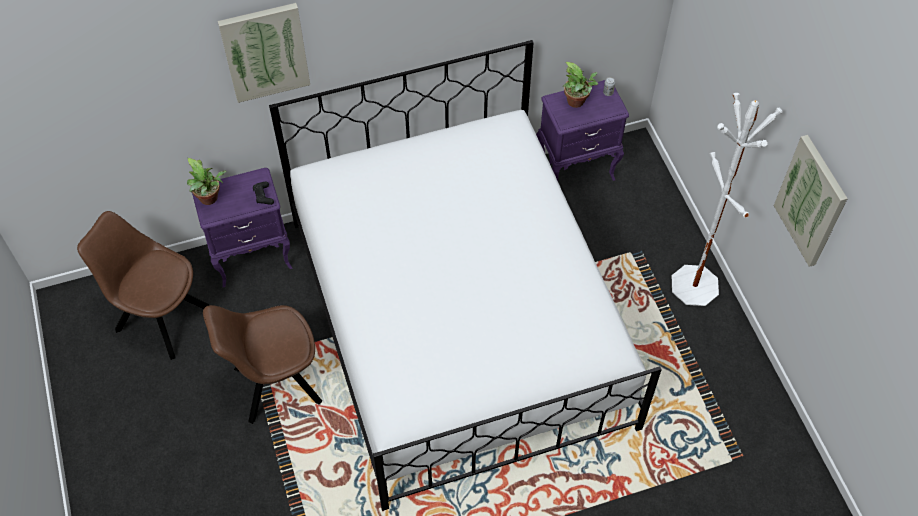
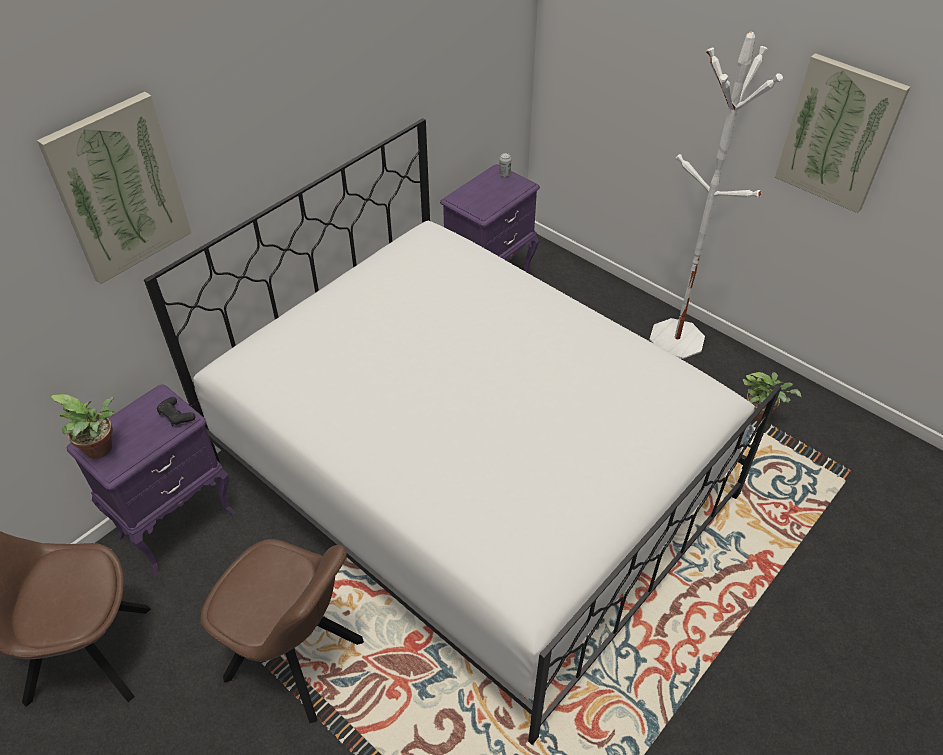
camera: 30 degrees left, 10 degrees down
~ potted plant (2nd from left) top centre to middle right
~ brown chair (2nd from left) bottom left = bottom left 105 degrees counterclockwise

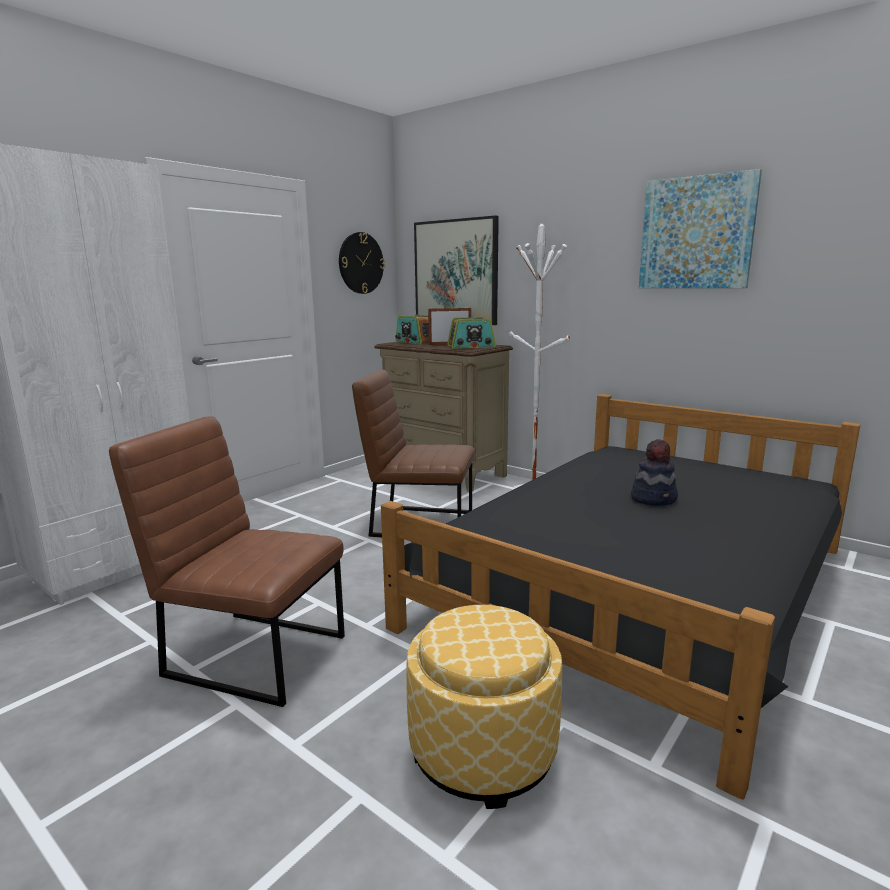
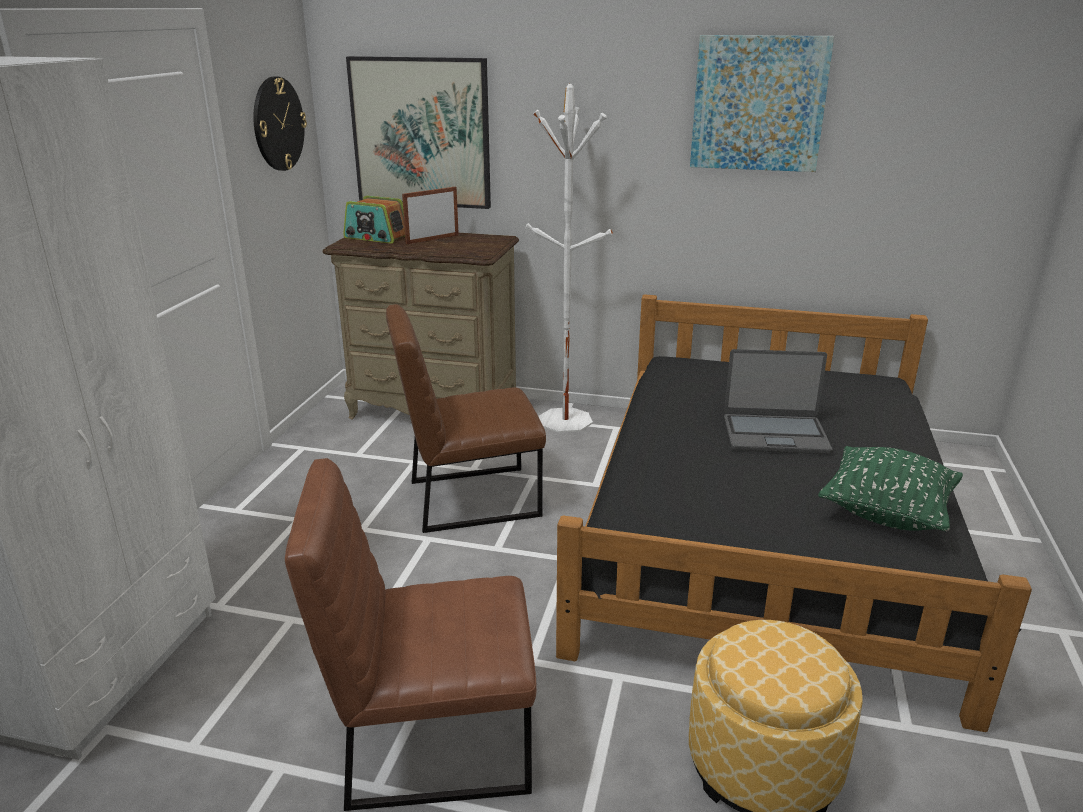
camera: 25 degrees left, 10 degrees up
- radio (2nd from left) centre
~ hat middle right to laptop middle right
+ green pillow middle right

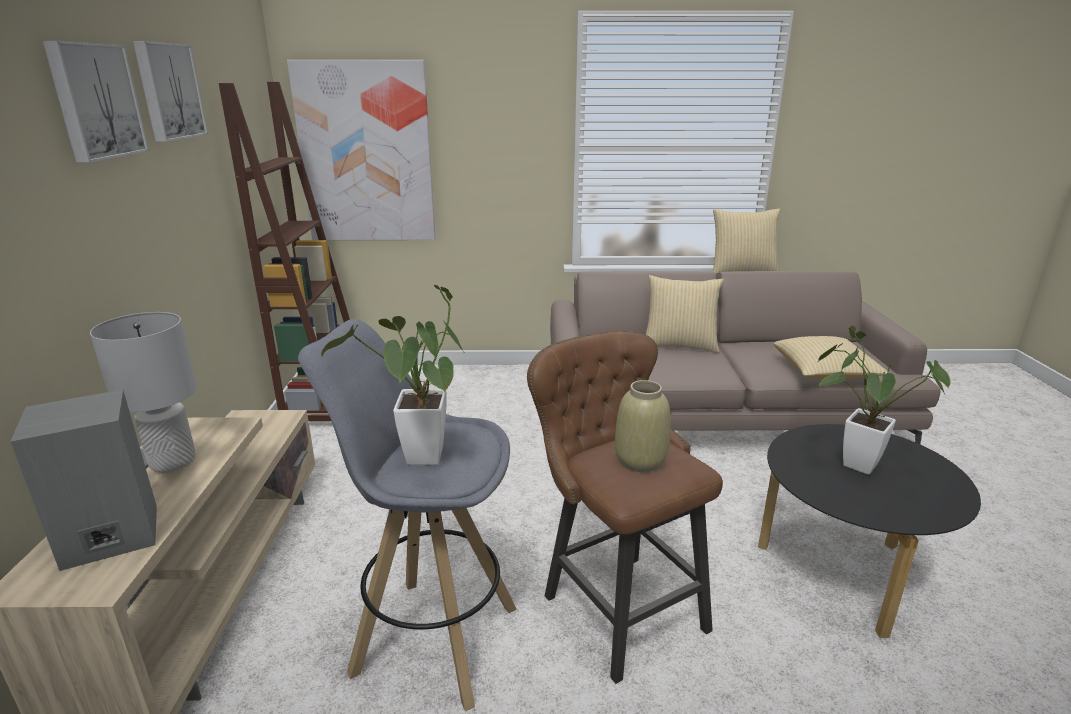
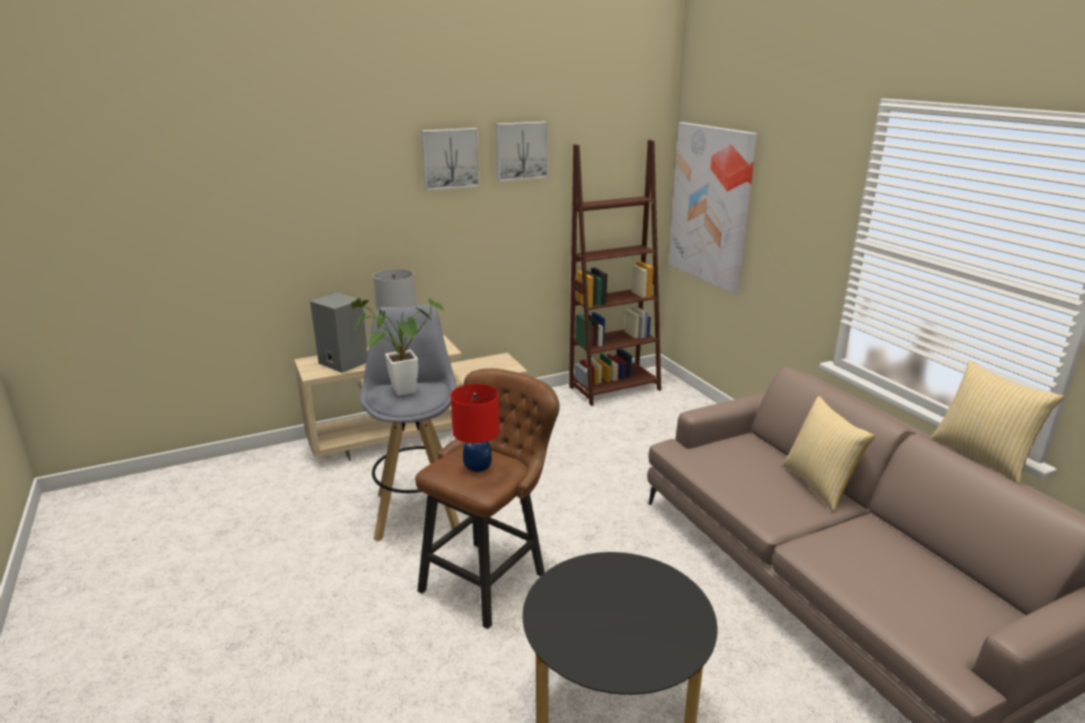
camera: 65 degrees right, 0 degrees up
- potted plant (2nd from left) middle right
- pillow (3rd from left) middle right
~ beige vase centre to red table lamp centre

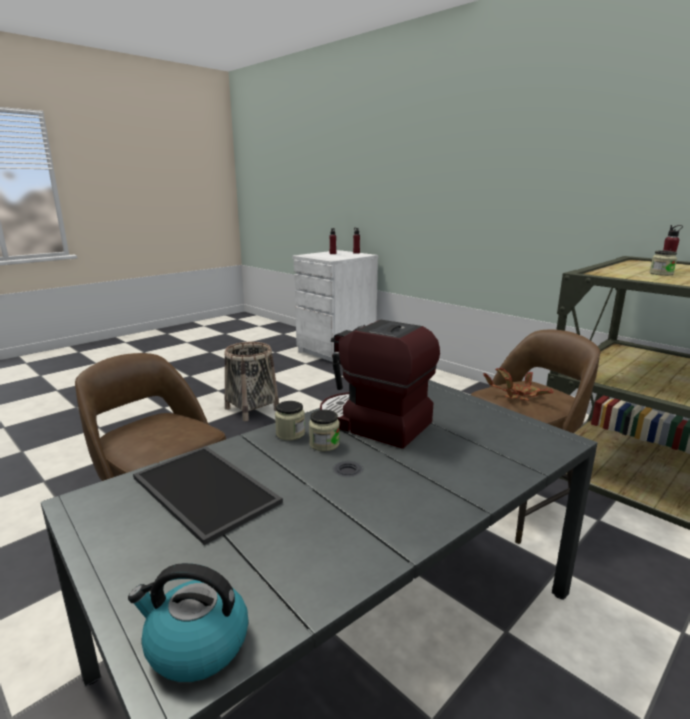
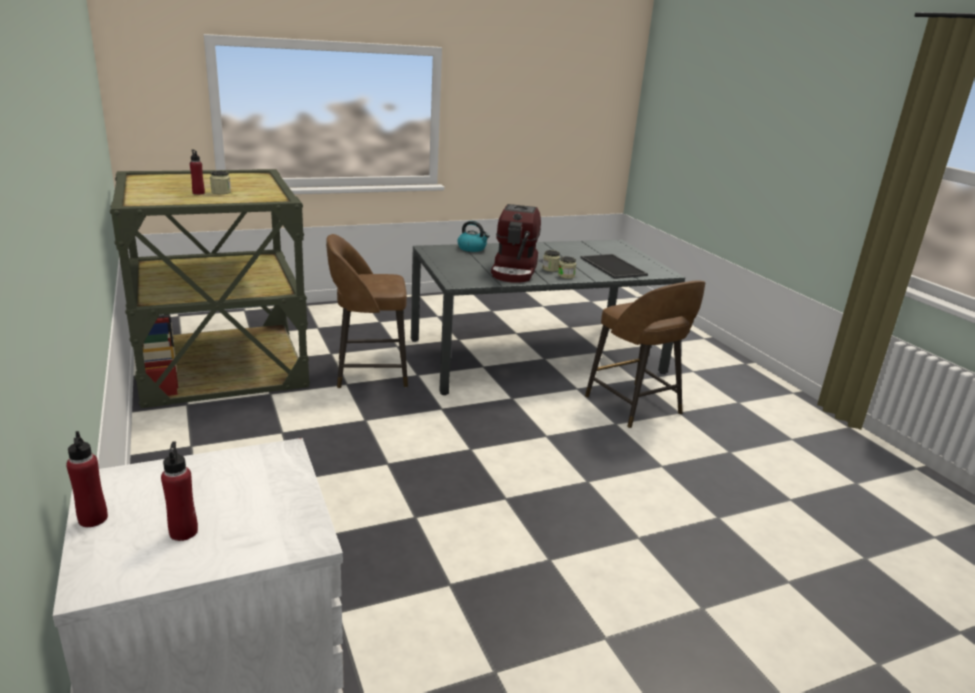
camera: 160 degrees left, 5 degrees up
~ coffee machine centre = centre 45 degrees clockwise
- basket centre
- potted plant middle right
~ kettle bottom left to centre

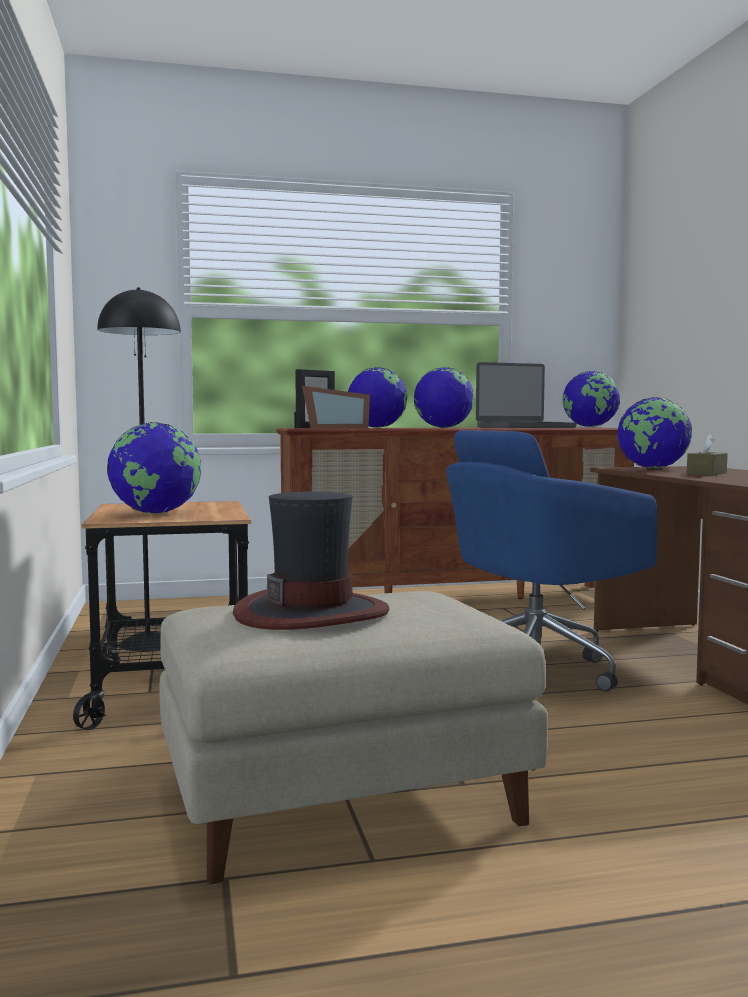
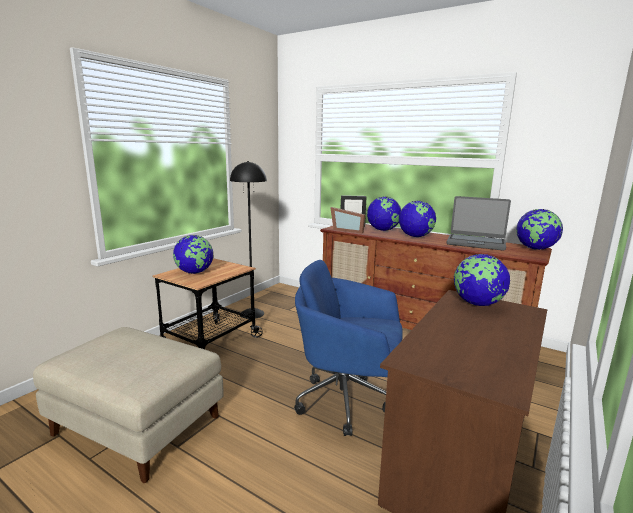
camera: 45 degrees right, 10 degrees up
- brown tissue box middle right
- hat centre

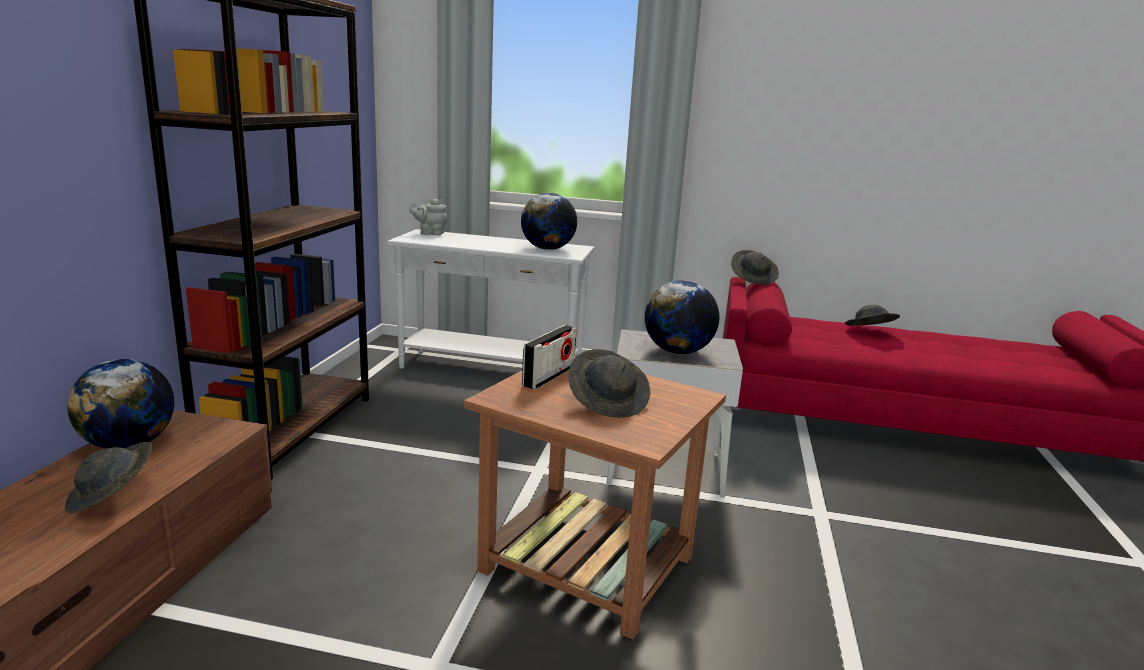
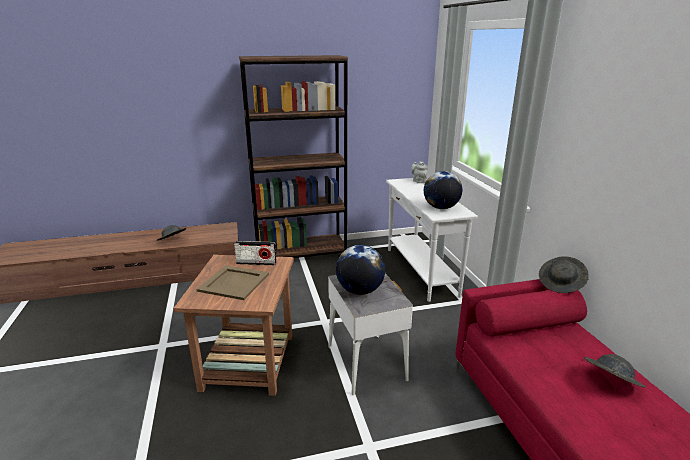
camera: 65 degrees right, 5 degrees up
~ grey hat (2nd from left) centre to beige tray centre
- globe (1st from left) middle left

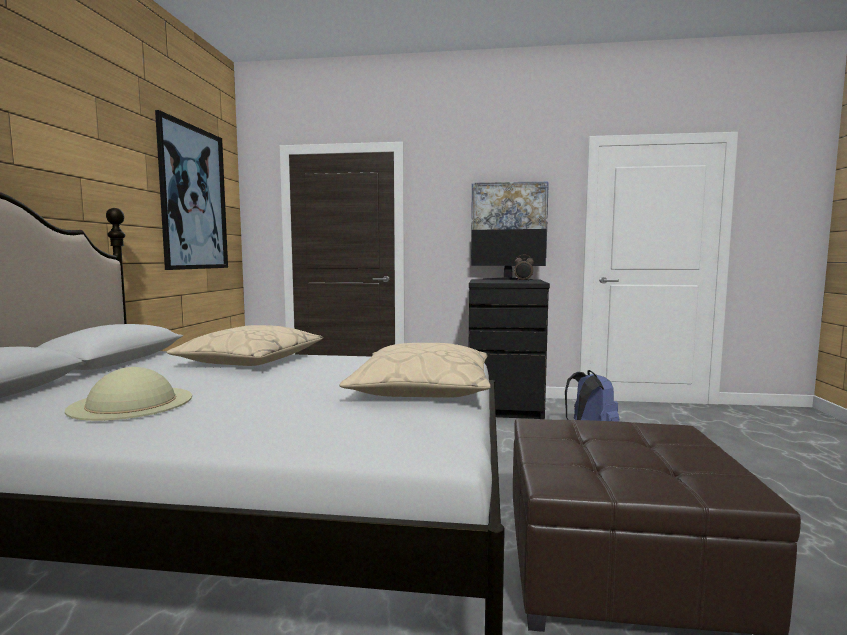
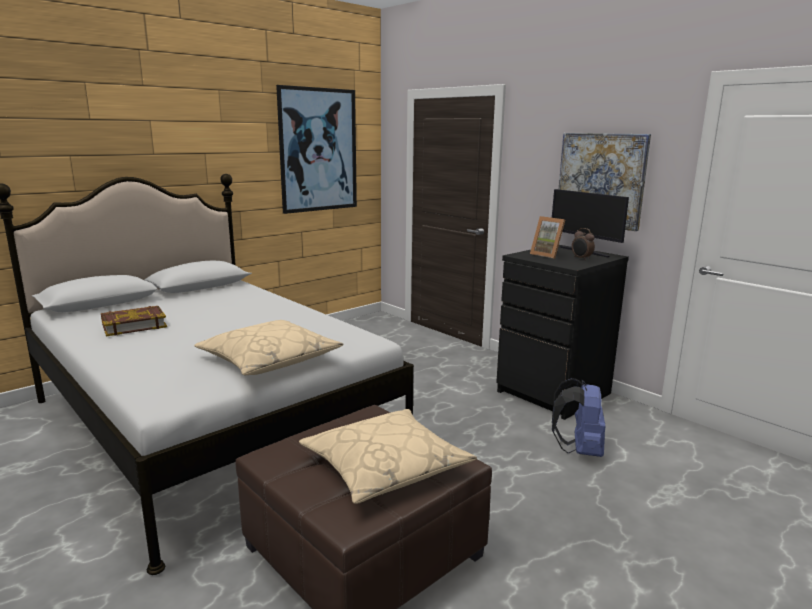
camera: 40 degrees right, 10 degrees up
~ beige pillow (1st from left in the first image) middle left to beige pillow (2nd from left) bottom centre
~ beige hat middle left to book middle left
+ picture frame middle right

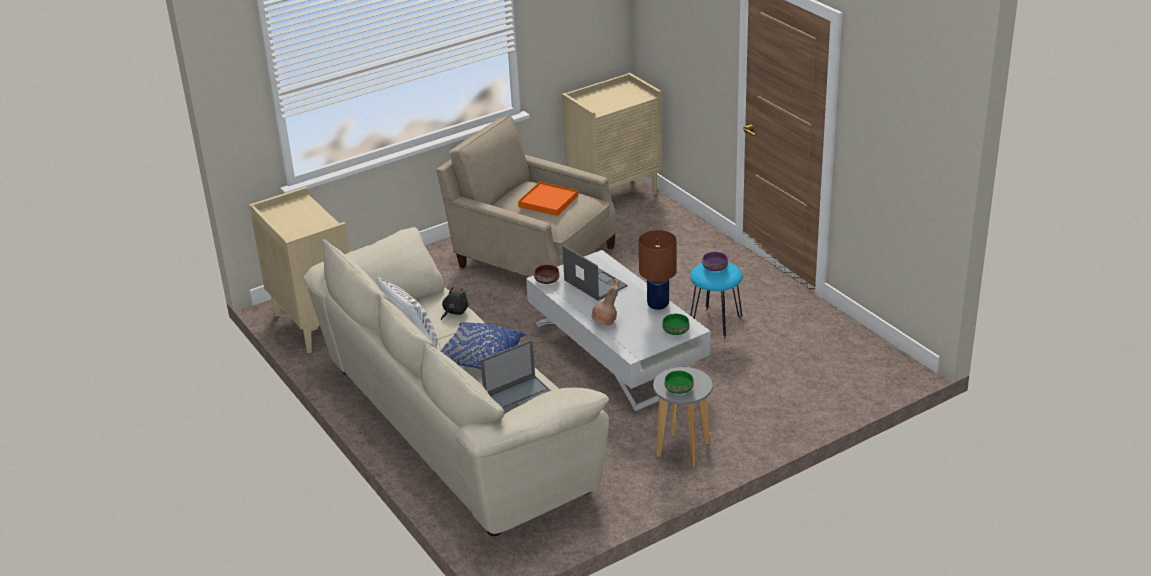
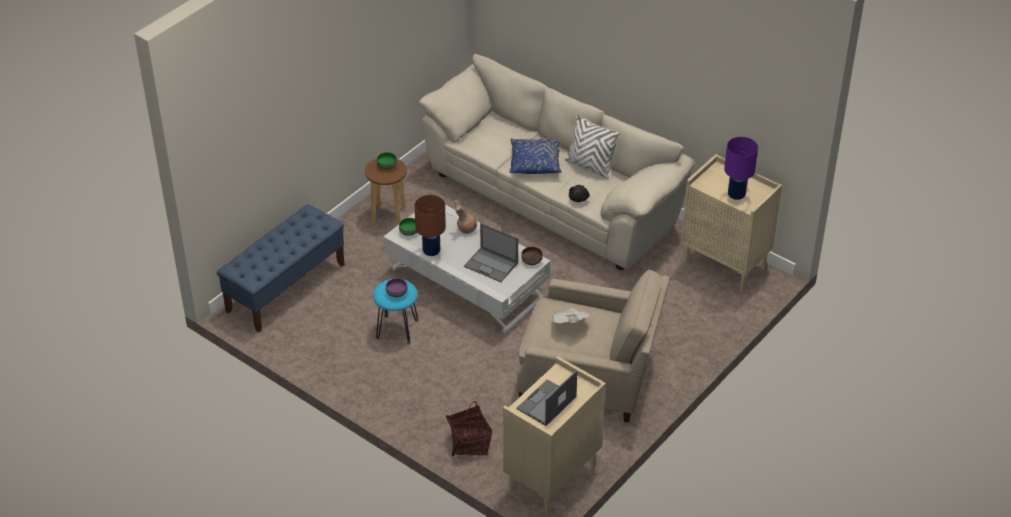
camera: 160 degrees right, 10 degrees up
~ orange tray centre to newspaper centre
~ laptop (1st from left in the first image) centre to laptop (2nd from left) bottom centre
~ grey stool bottom centre to brown stool centre
+ purple table lamp top right
+ blue bench middle left
+ basket bottom centre

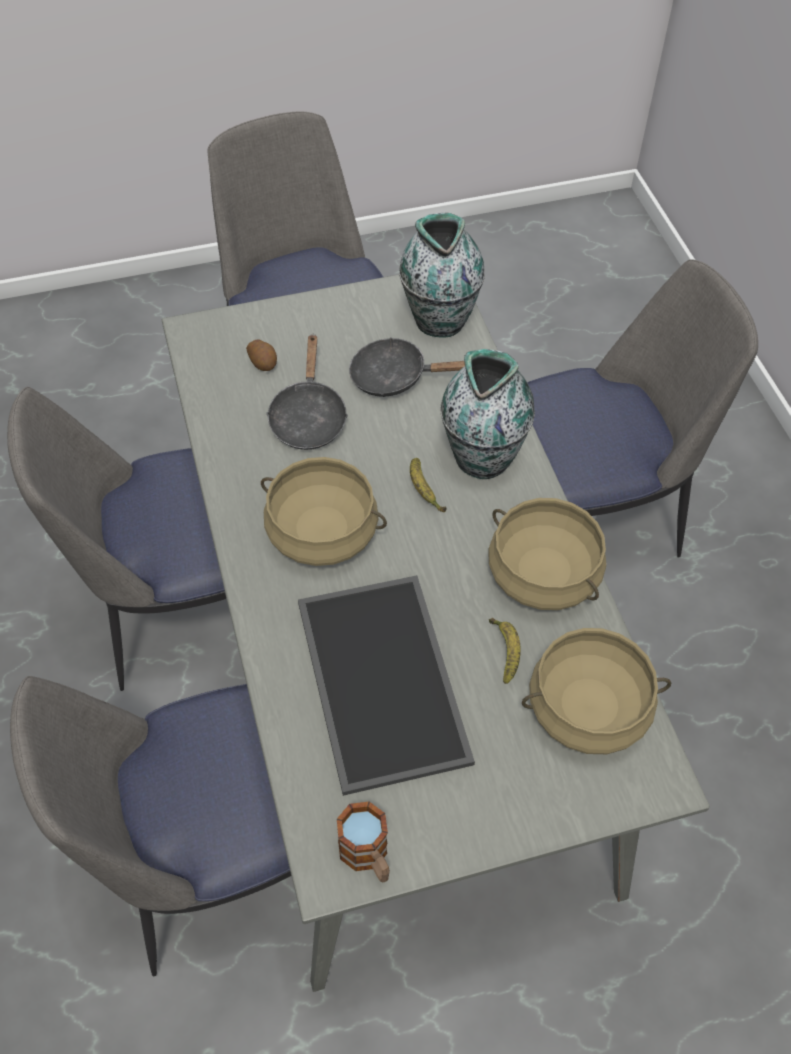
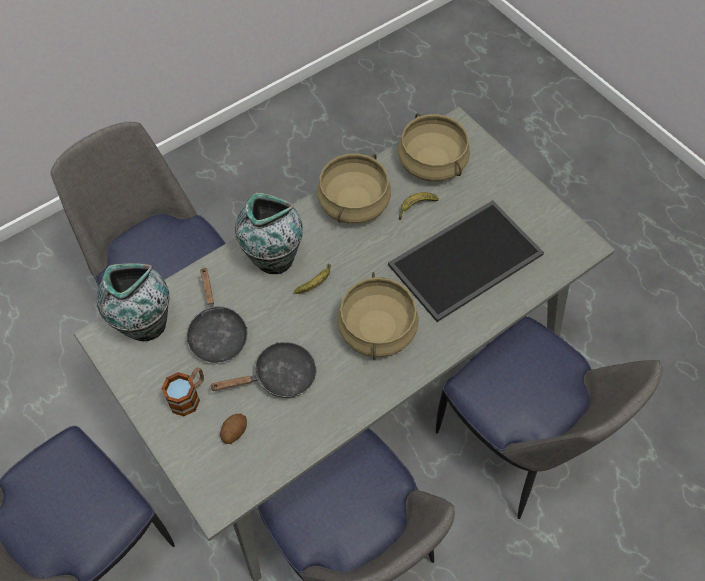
camera: 110 degrees left, 5 degrees up
~ mug bottom centre to bottom left

